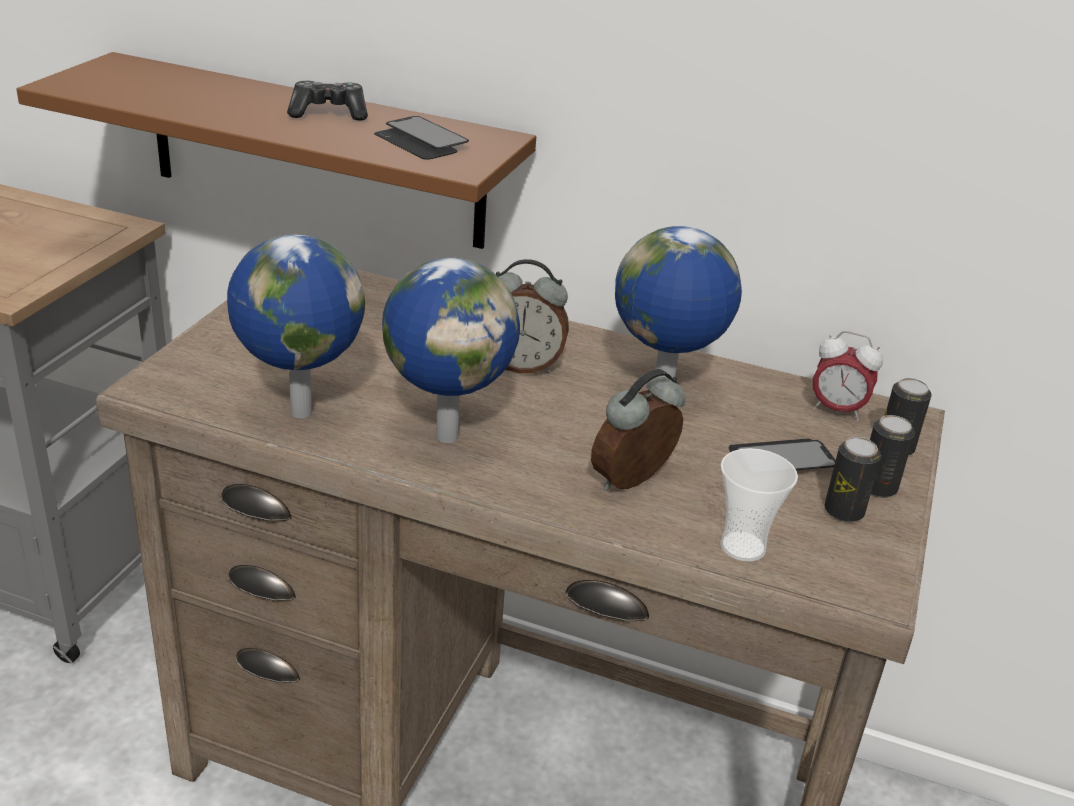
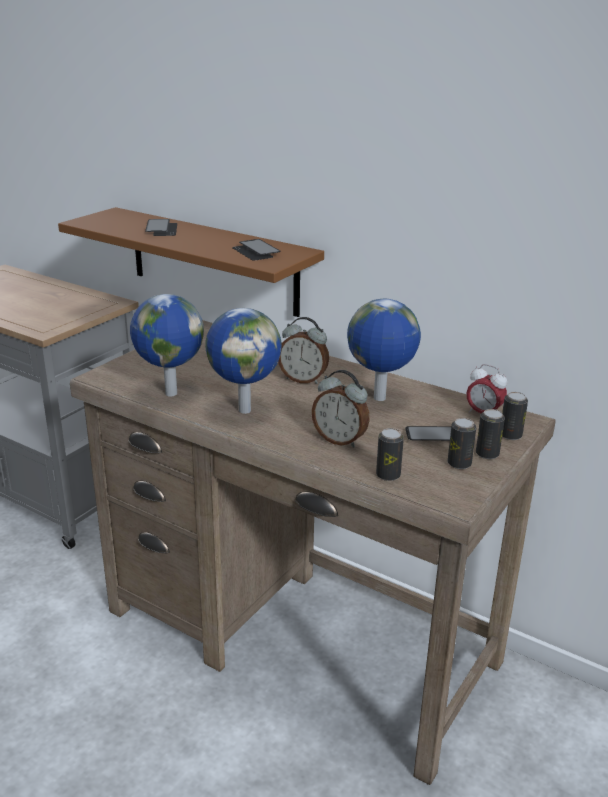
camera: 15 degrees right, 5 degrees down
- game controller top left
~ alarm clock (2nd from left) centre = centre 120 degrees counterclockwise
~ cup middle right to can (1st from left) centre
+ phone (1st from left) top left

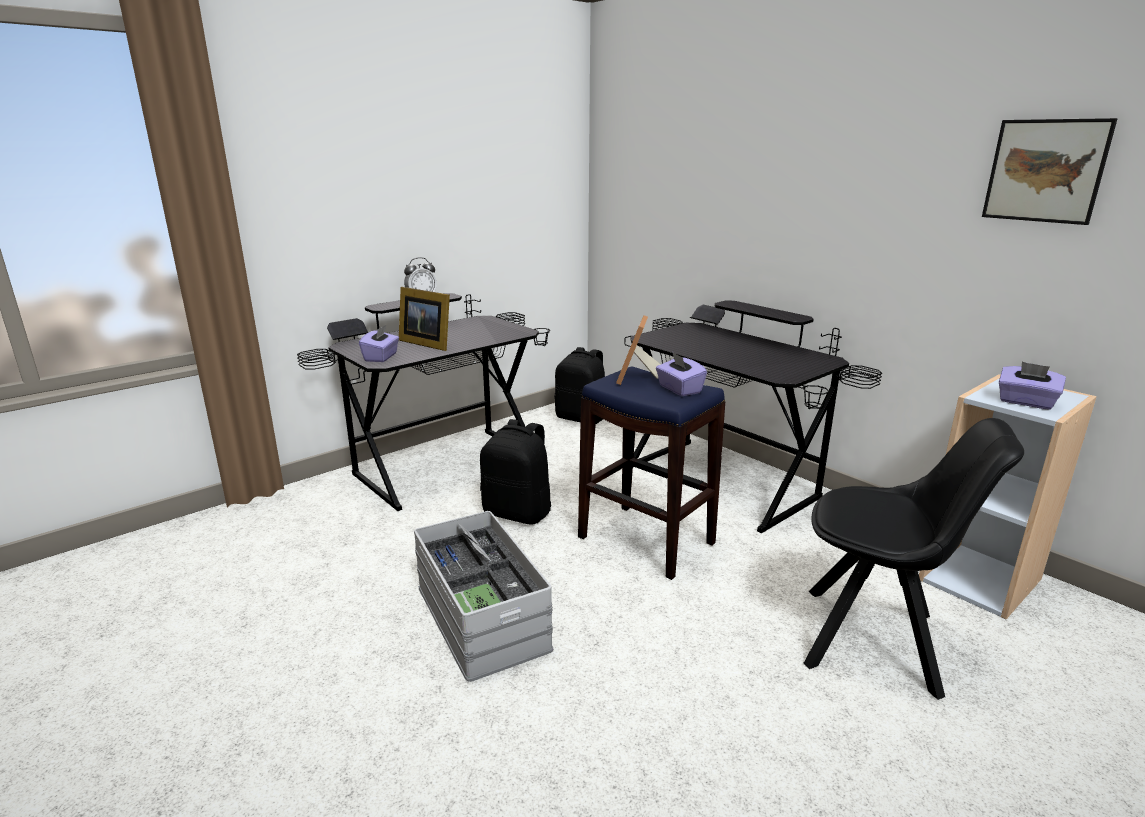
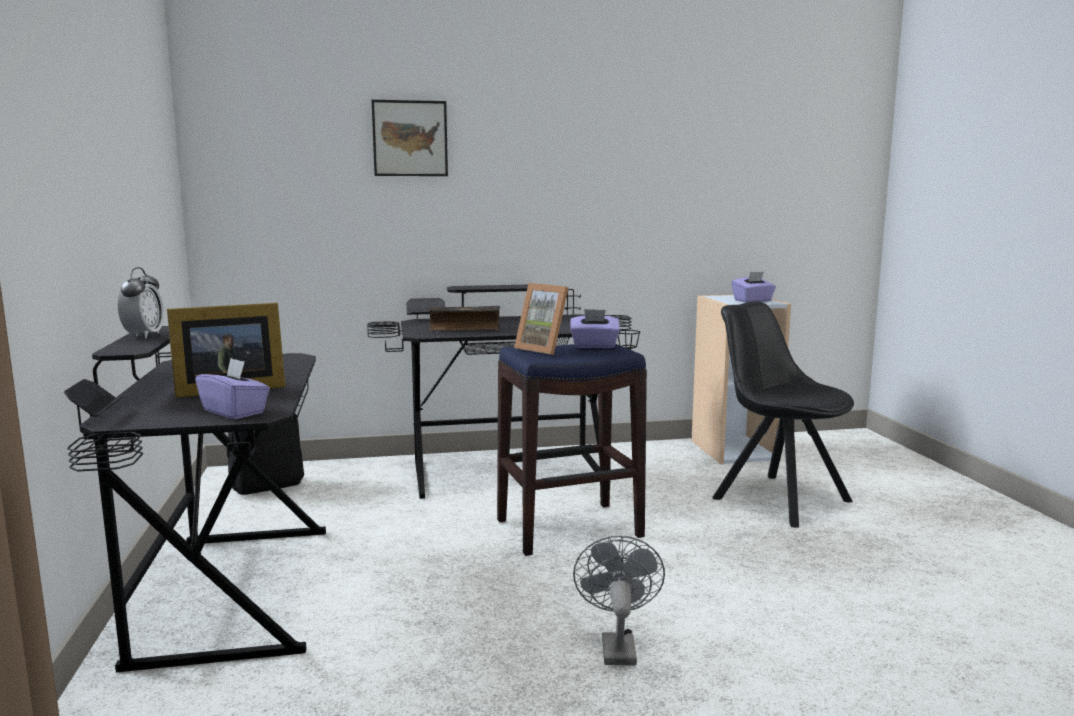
camera: 60 degrees left, 10 degrees down
~ picture top right to top centre
~ black chair bottom right = middle right 90 degrees counterclockwise
- black backpack (1st from left) centre
~ grey storage box bottom centre to grey fan bottom centre
+ book centre

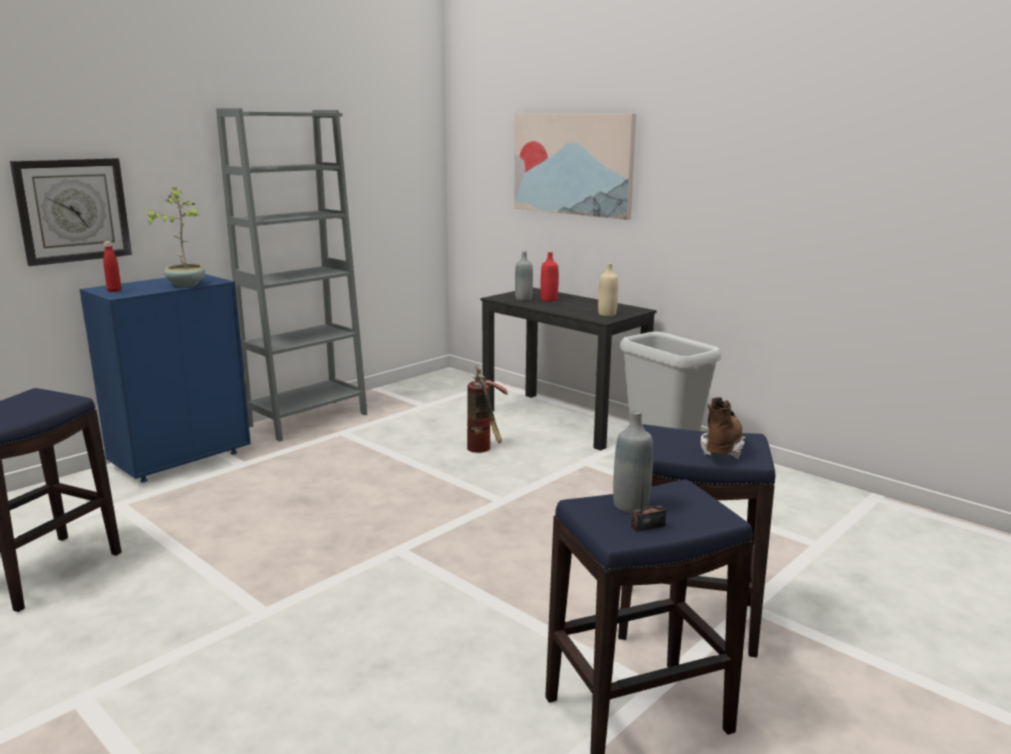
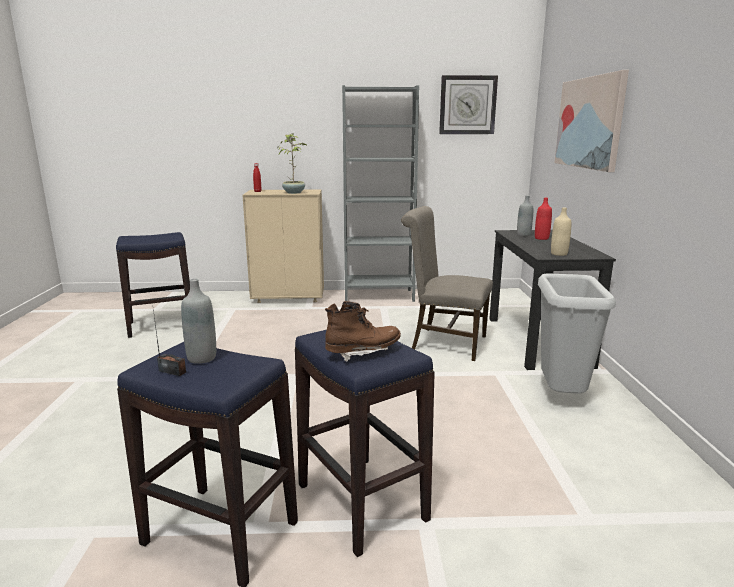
camera: 45 degrees right, 0 degrees up
~ wall clock top left to top centre
~ blue cabinet middle left to beige cabinet centre
~ fire extinguisher centre to beige chair centre

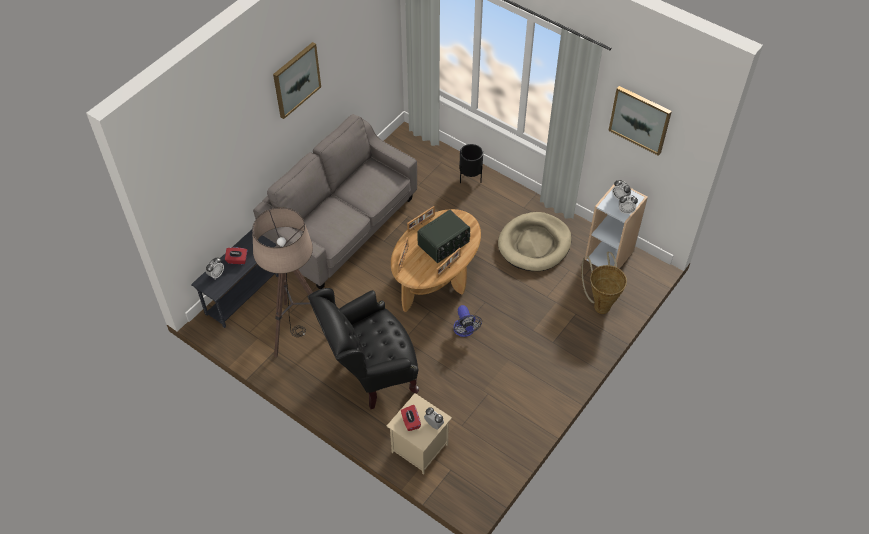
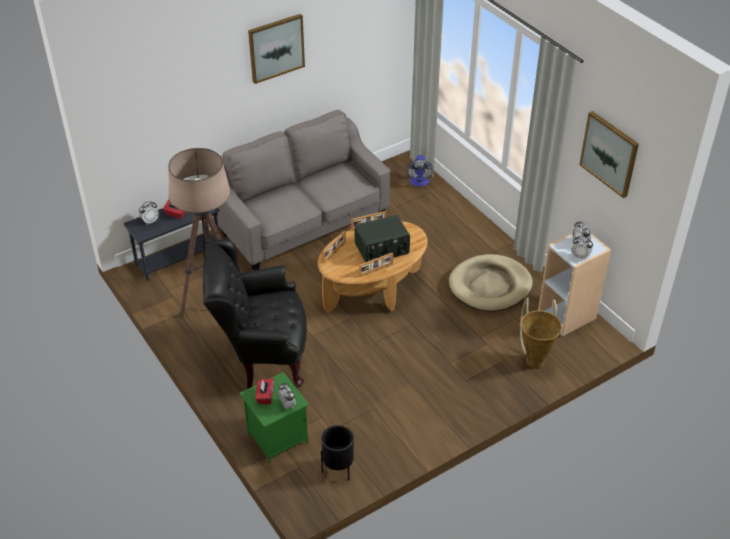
camera: 20 degrees right, 10 degrees down
~ black planter top centre to bottom centre
~ fan centre to top centre
~ beige nightstand bottom centre to green nightstand bottom centre

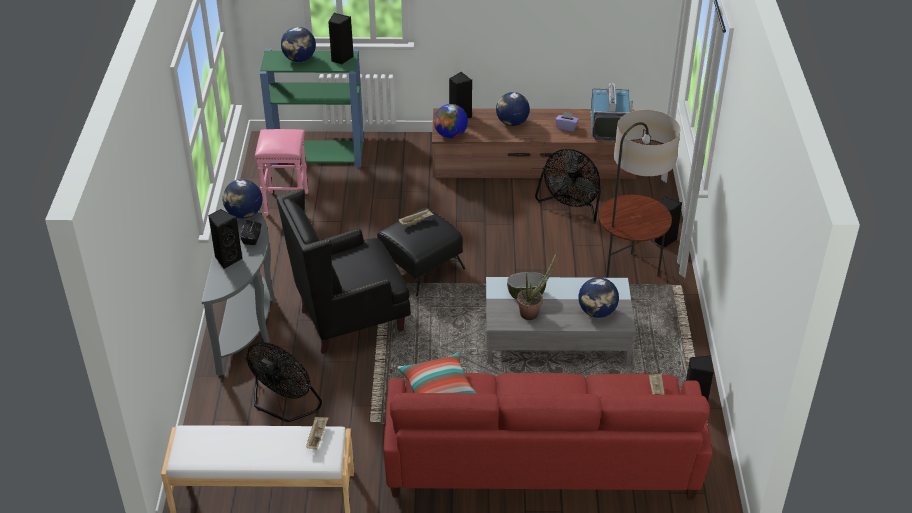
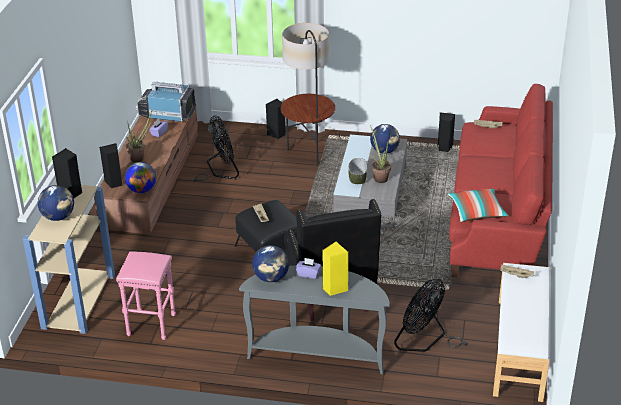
camera: 80 degrees left, 5 degrees down
~ green bookcase top centre to beige bookcase middle left
~ globe (4th from left) top centre to potted plant (1st from left) middle left
~ black fan (2nd from left in the first image) centre = centre 60 degrees counterclockwise
~ black speaker (1st from left) middle left to yellow speaker centre
~ black tissue box middle left to purple tissue box (2nd from left) centre

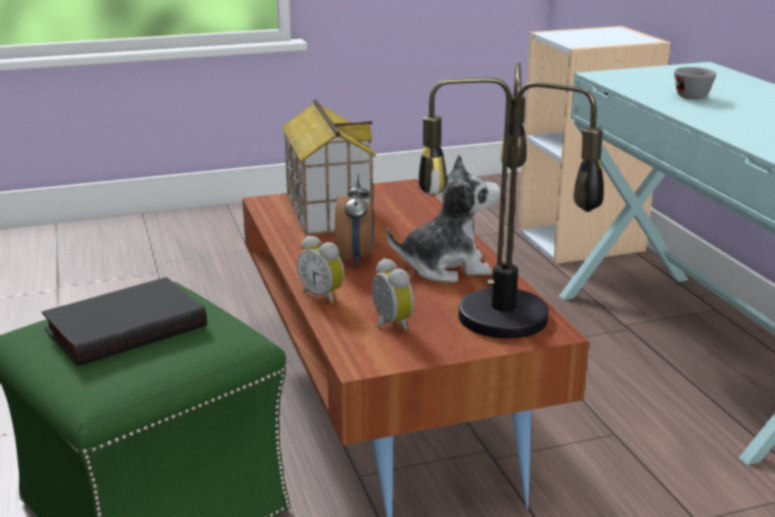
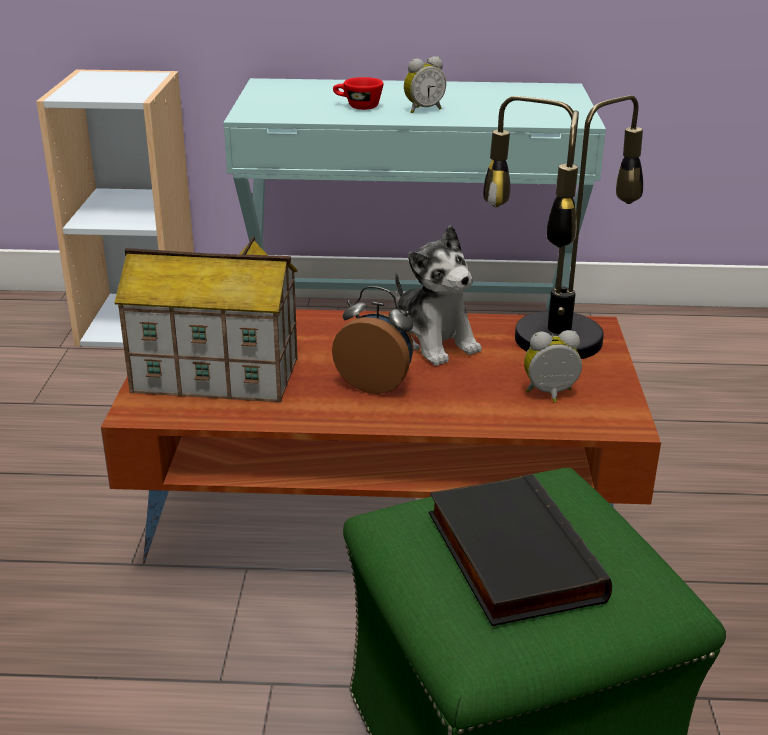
camera: 70 degrees left, 5 degrees up
~ grey cup top right to red cup top centre
~ plush toy centre = centre 135 degrees clockwise
~ alarm clock (1st from left in the first image) centre to alarm clock (2nd from left) top centre

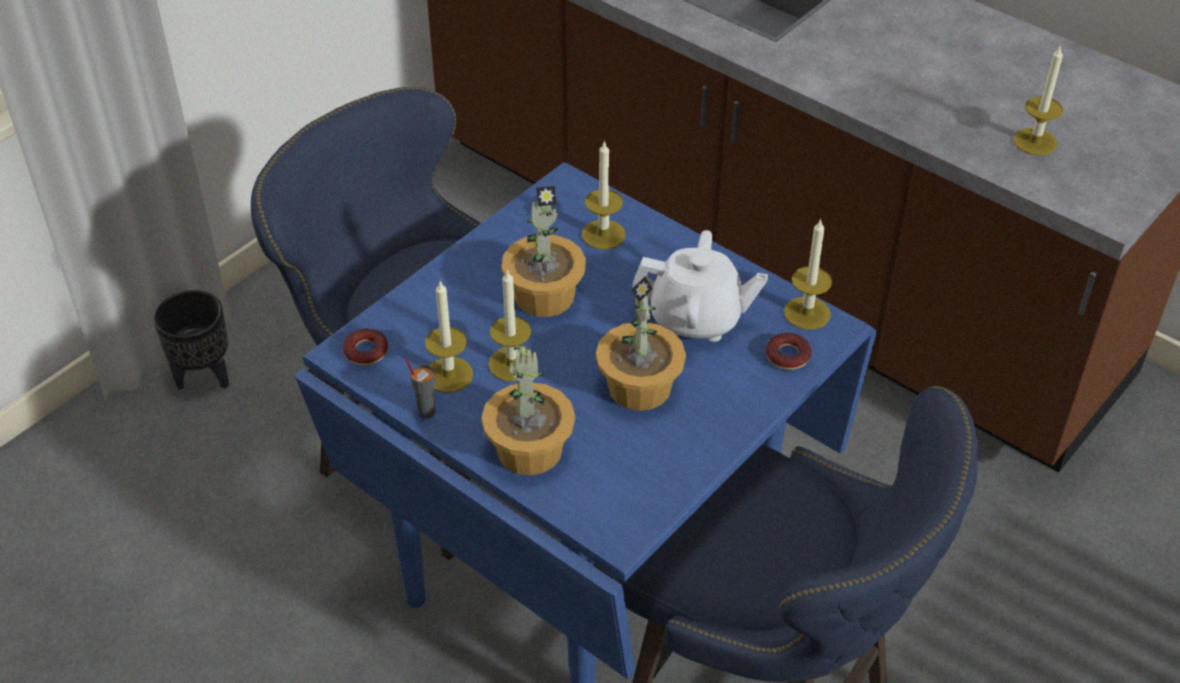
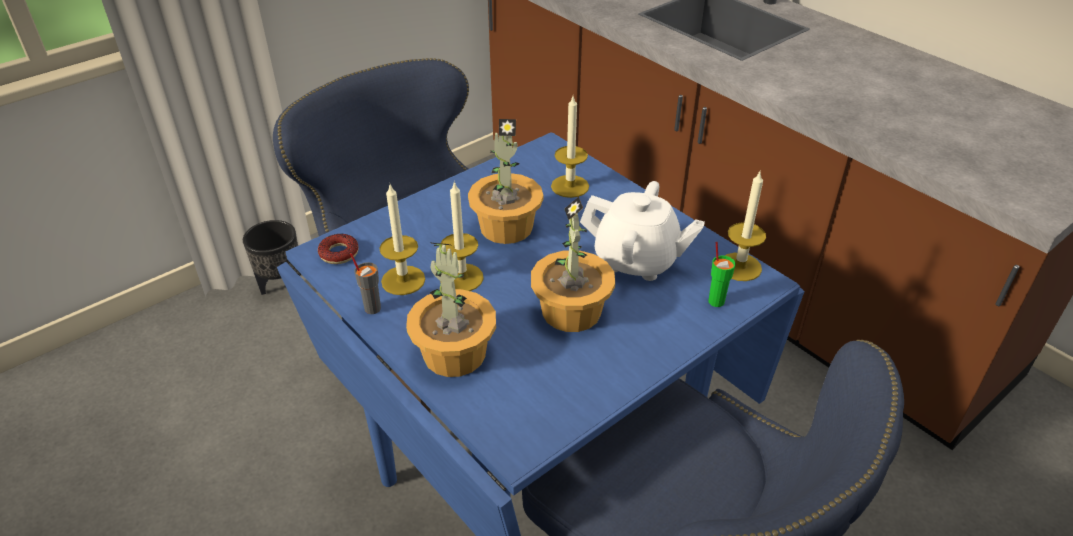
camera: 10 degrees right, 5 degrees down
- candle (5th from left) top right
~ donut (2nd from left) middle right to green cup middle right

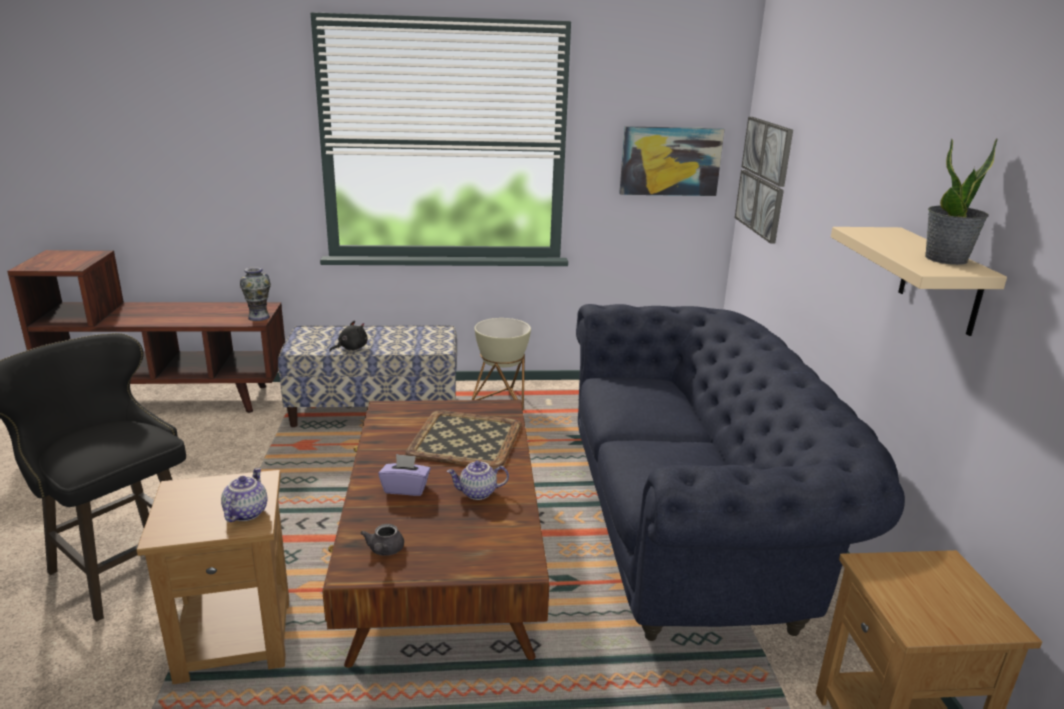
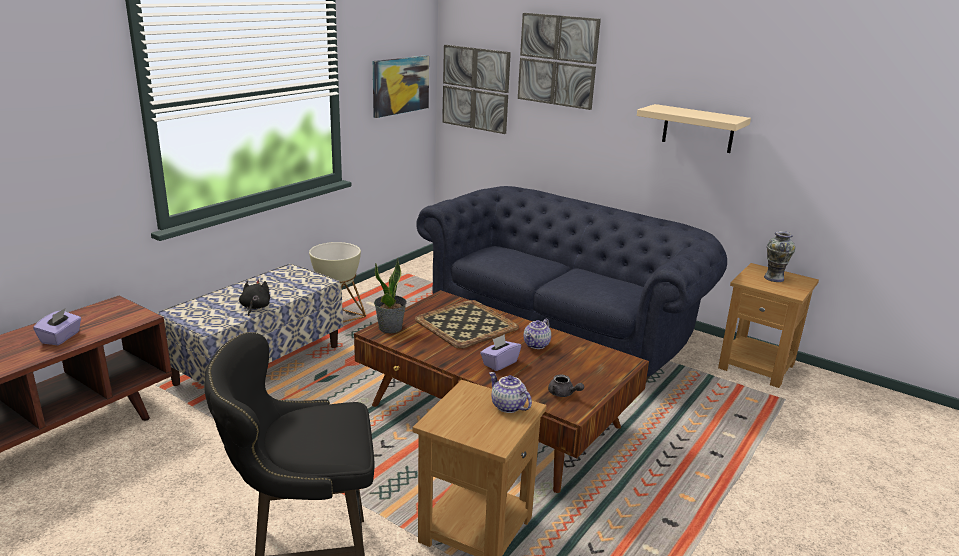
camera: 50 degrees left, 0 degrees up
~ potted plant top right to centre
~ vase middle left to middle right
+ picture (3rd from left) top centre
+ purple tissue box (1st from left) middle left

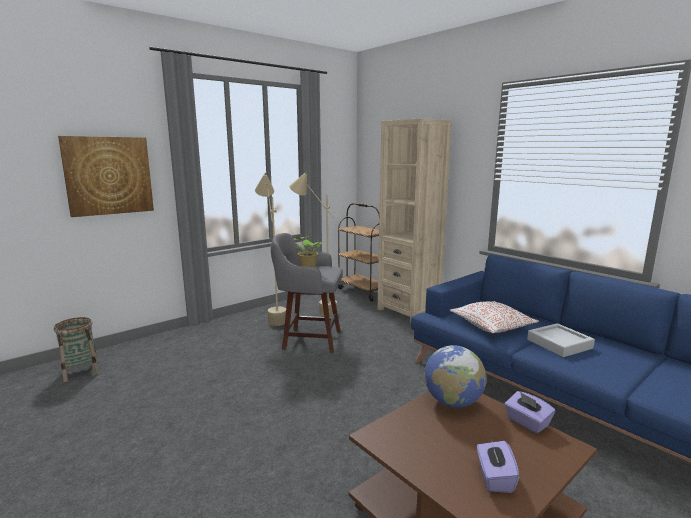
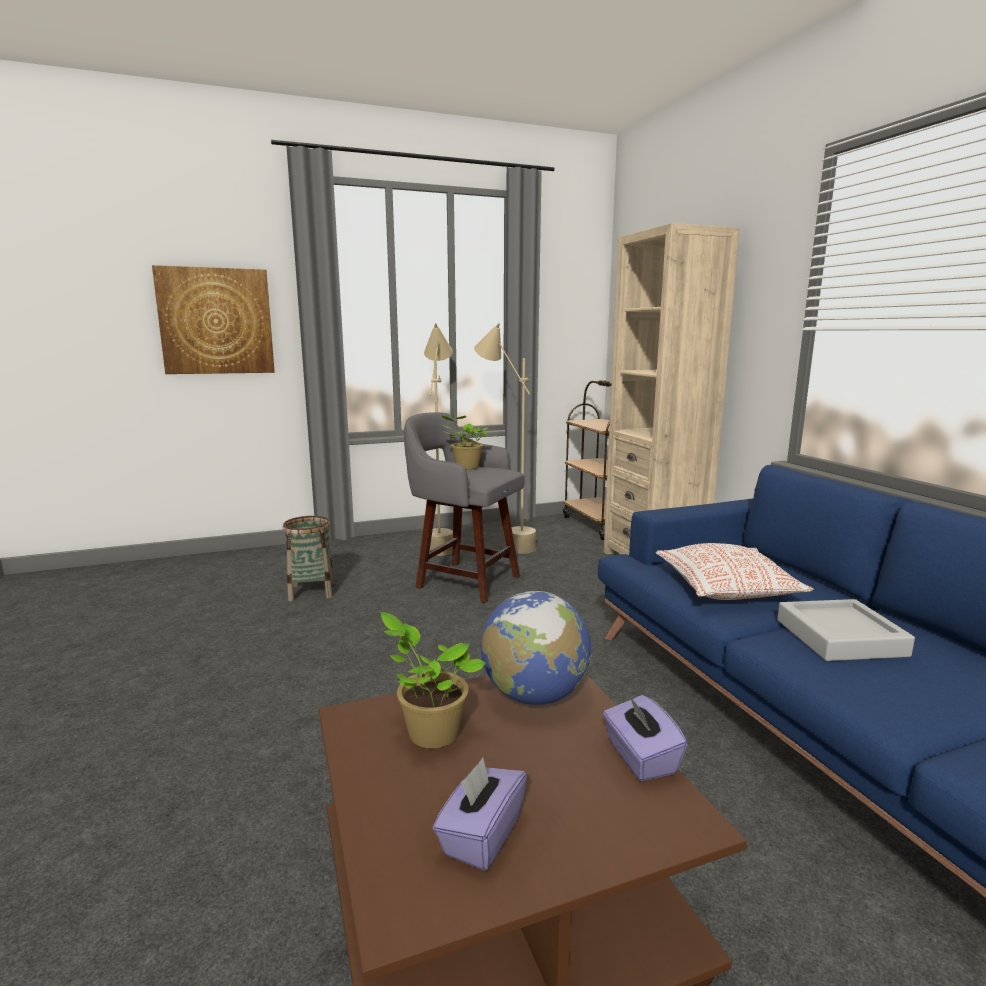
camera: 20 degrees right, 0 degrees up
~ basket bottom left to middle left
+ potted plant (1st from left) bottom centre

